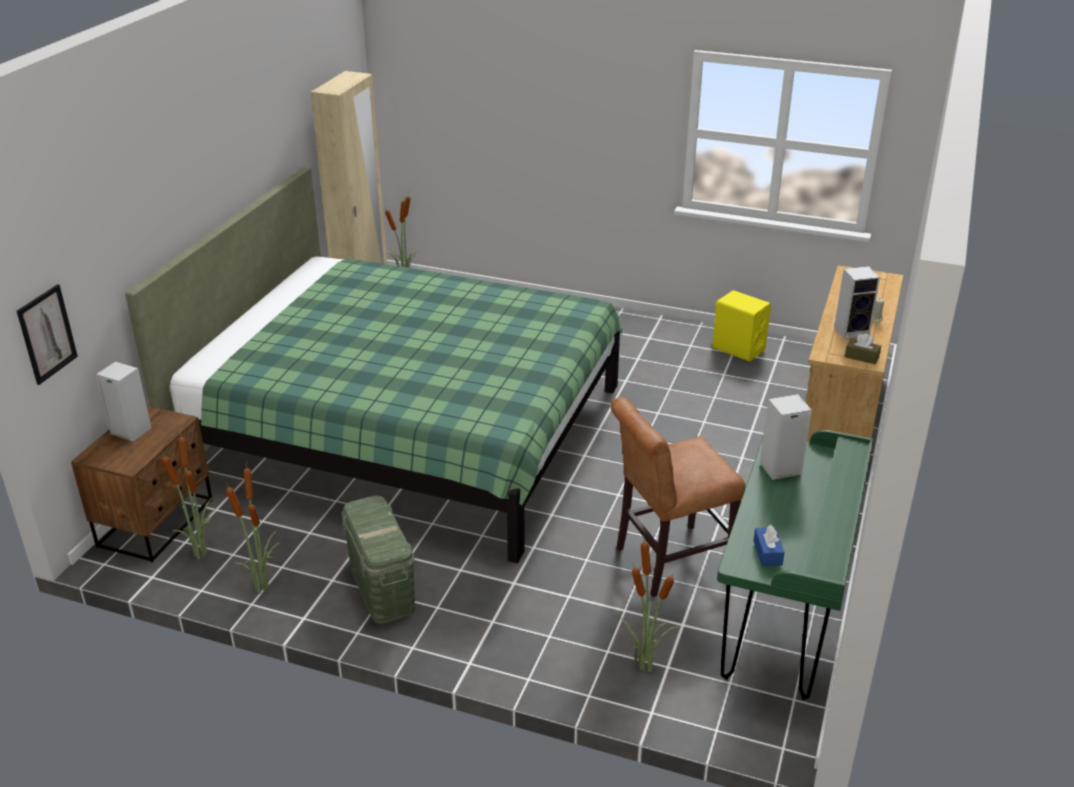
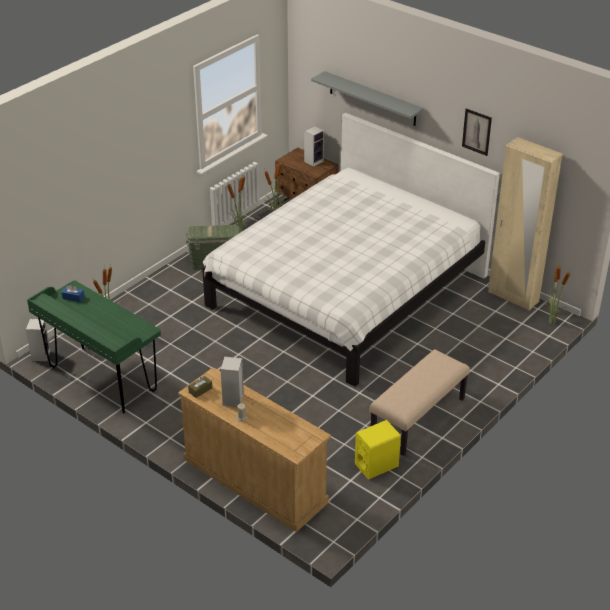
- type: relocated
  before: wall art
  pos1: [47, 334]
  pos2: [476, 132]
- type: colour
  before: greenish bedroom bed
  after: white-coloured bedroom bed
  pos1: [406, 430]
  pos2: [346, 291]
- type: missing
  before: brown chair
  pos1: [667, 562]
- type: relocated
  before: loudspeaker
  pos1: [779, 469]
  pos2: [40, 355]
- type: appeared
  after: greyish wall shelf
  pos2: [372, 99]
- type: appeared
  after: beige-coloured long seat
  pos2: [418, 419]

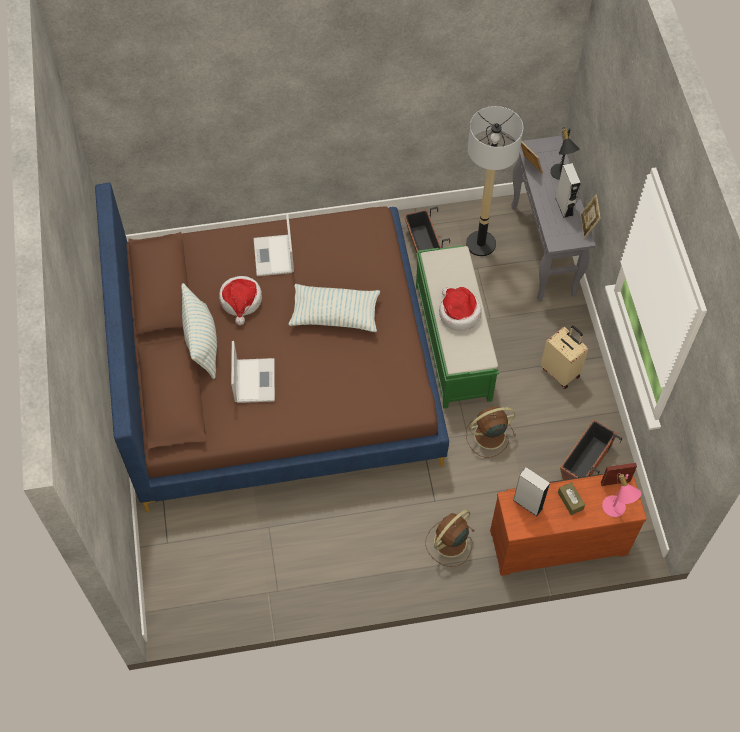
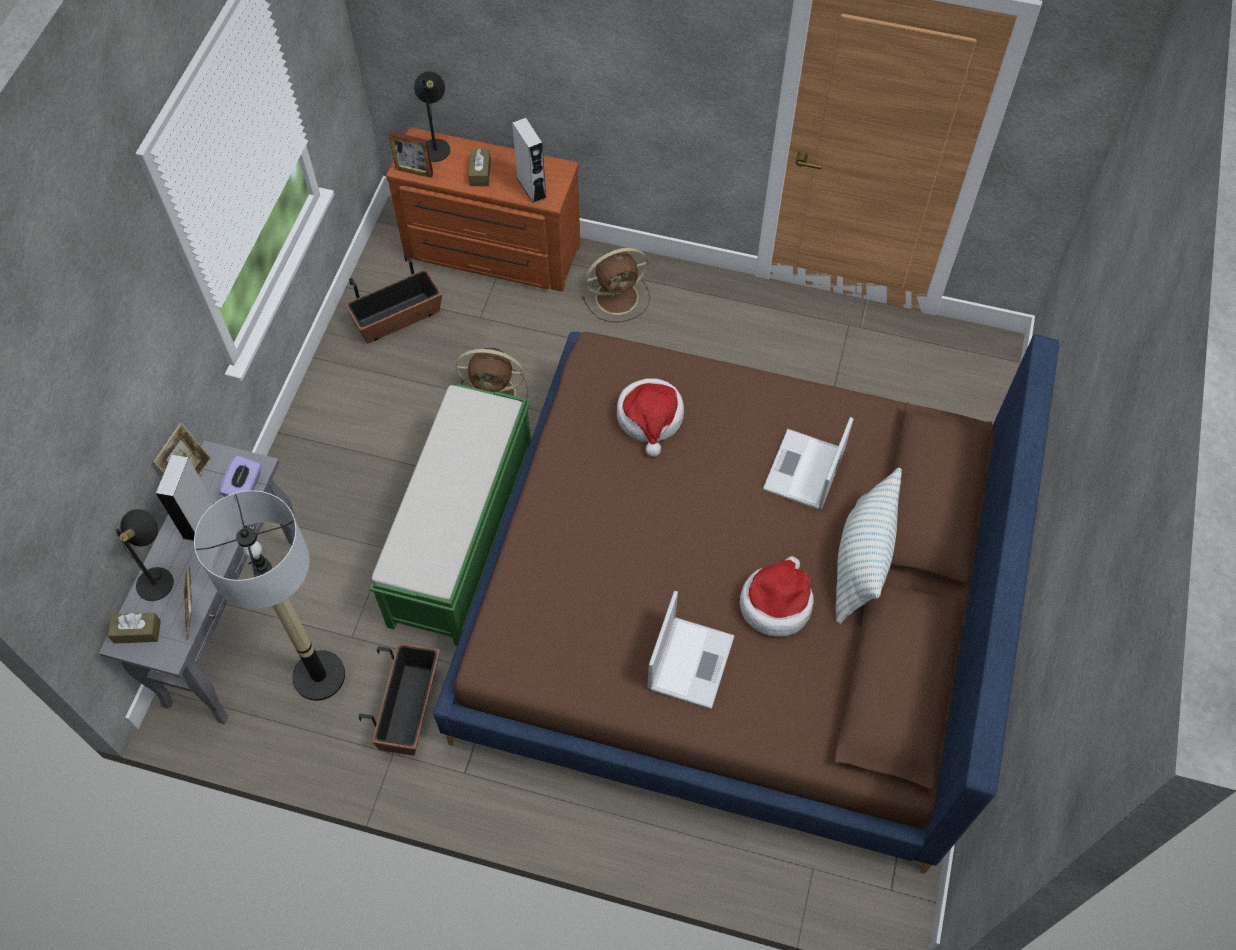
- type: missing
  before: throw pillow
  pos1: [335, 314]
- type: relocated
  before: wearable hat
  pos1: [458, 313]
  pos2: [650, 419]
- type: missing
  before: beige-coloured piece of luggage
  pos1: [561, 372]
- type: colour
  before: pink tabletop lamp
  after: black tabletop lamp
  pos1: [615, 510]
  pos2: [436, 145]
- type: appeared
  after: brown tissue box
  pos2: [137, 631]
- type: appeared
  after: purple tissue box
  pos2: [245, 487]

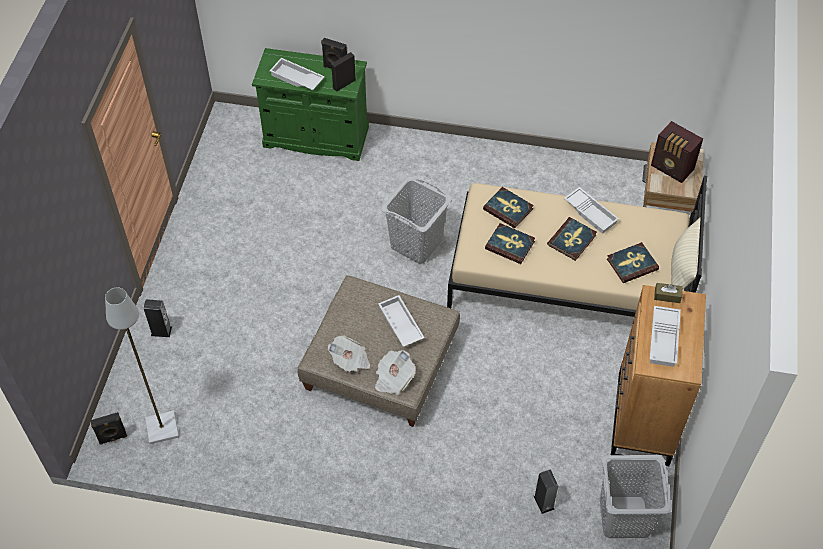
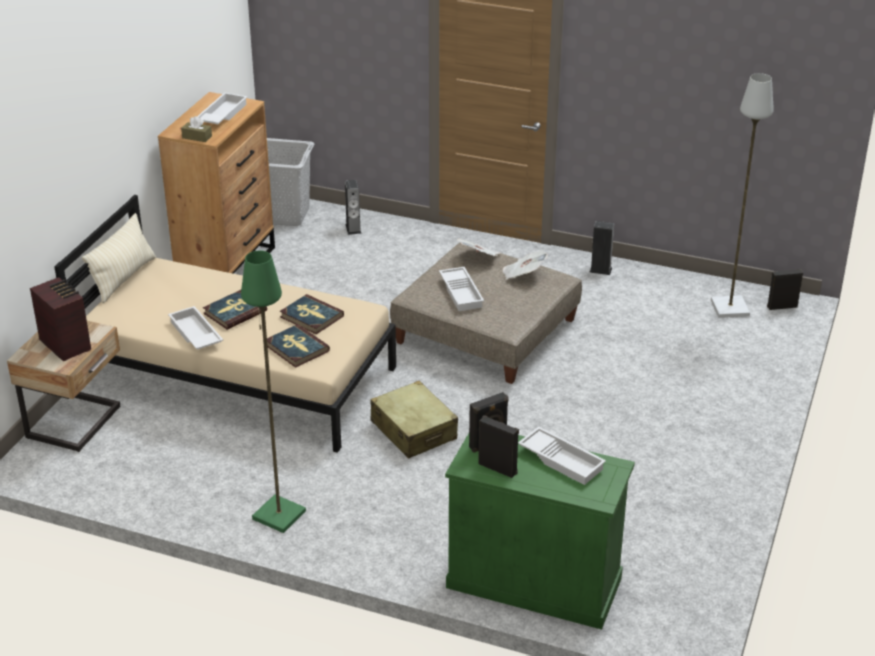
- type: relocated
  before: loudspeaker
  pos1: [161, 331]
  pos2: [600, 270]
- type: exchanged
  before: greyish hamper
  after: beige-coloured piece of luggage
  pos1: [416, 244]
  pos2: [413, 430]
- type: missing
  before: bound book
  pos1: [632, 264]
- type: appeared
  after: greenish floor lamp
  pos2: [278, 515]

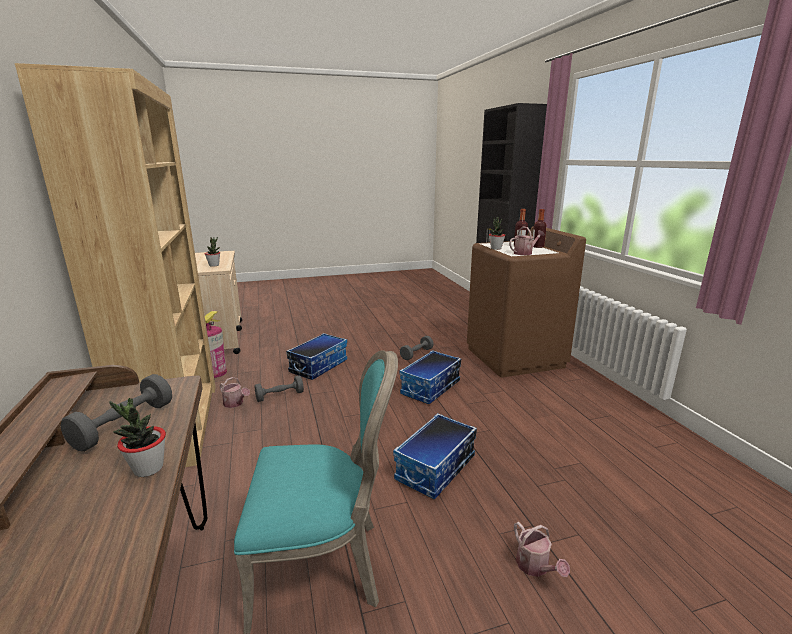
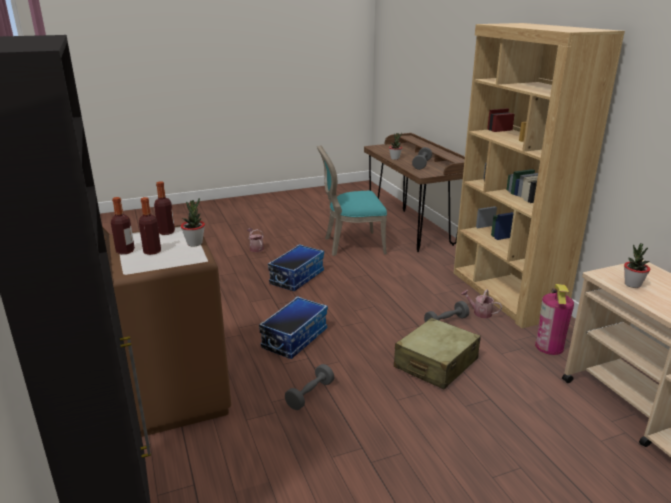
- type: exchanged
  before: storage bin
  after: beige-coloured piece of luggage
  pos1: [318, 366]
  pos2: [435, 364]
- type: exchanged
  before: watering can
  after: beverage bottle
  pos1: [525, 253]
  pos2: [166, 232]

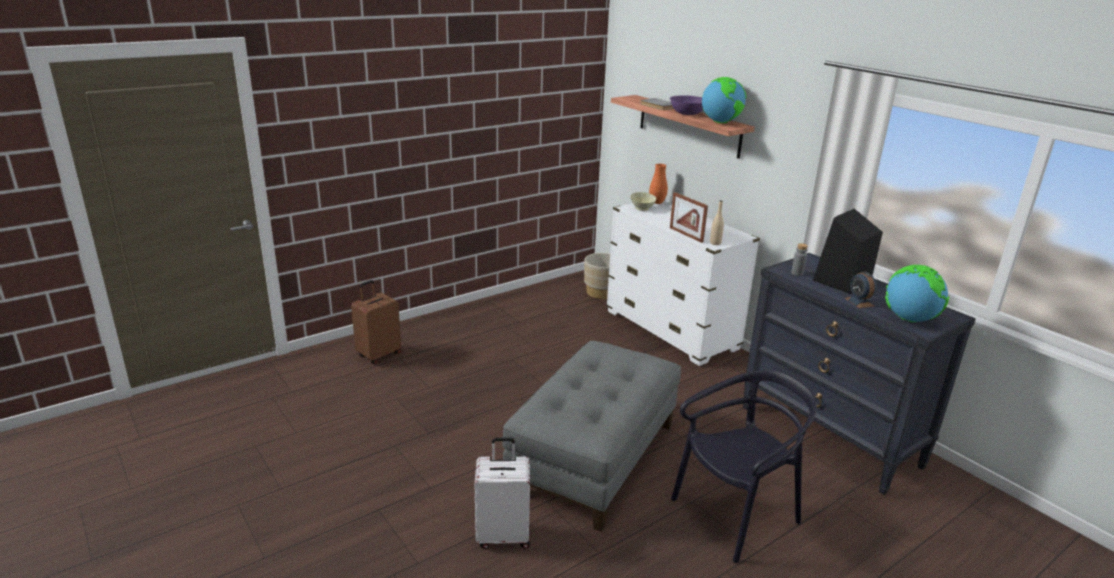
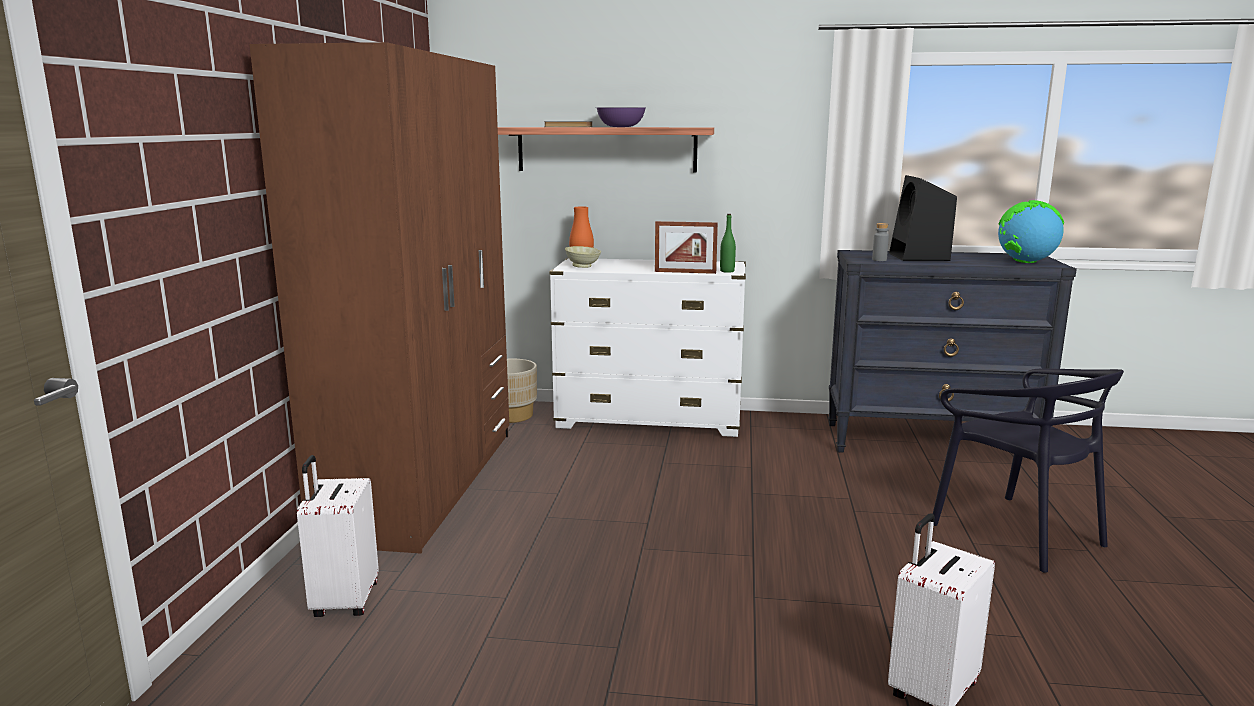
- type: colour
  before: brown piece of luggage
  after: white-coloured piece of luggage
  pos1: [378, 354]
  pos2: [344, 601]
- type: missing
  before: greyish ottoman
  pos1: [594, 458]
- type: spun
  before: black chair
  pos1: [736, 515]
  pos2: [1017, 532]
  turn: 135
- type: missing
  before: globe
  pos1: [720, 122]
- type: colour
  before: beige-coloured beverage bottle
  after: greenish beverage bottle
  pos1: [715, 243]
  pos2: [727, 271]
- type: missing
  before: bedside clock
  pos1: [859, 302]
- type: appeared
  after: brown armoire
  pos2: [423, 482]

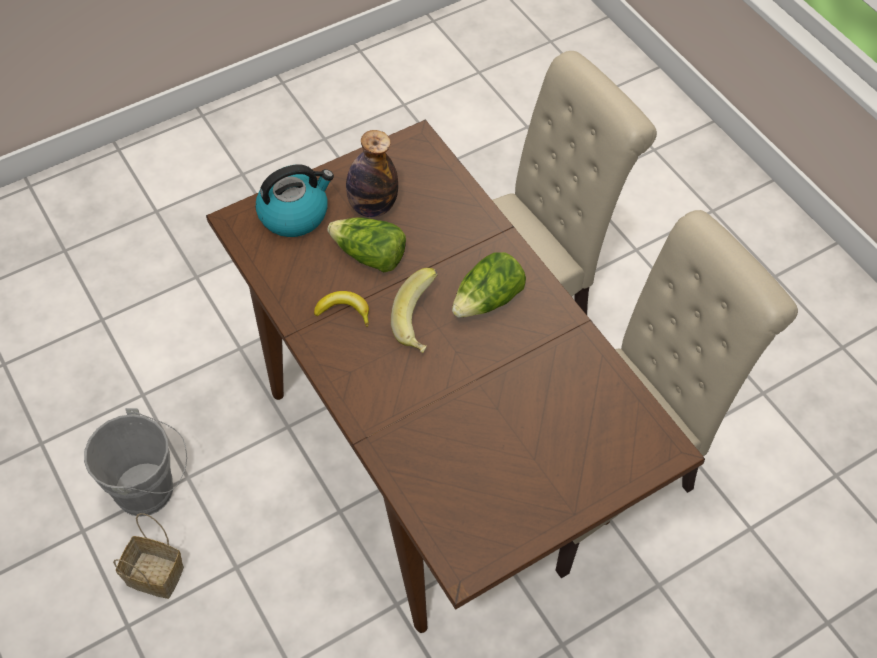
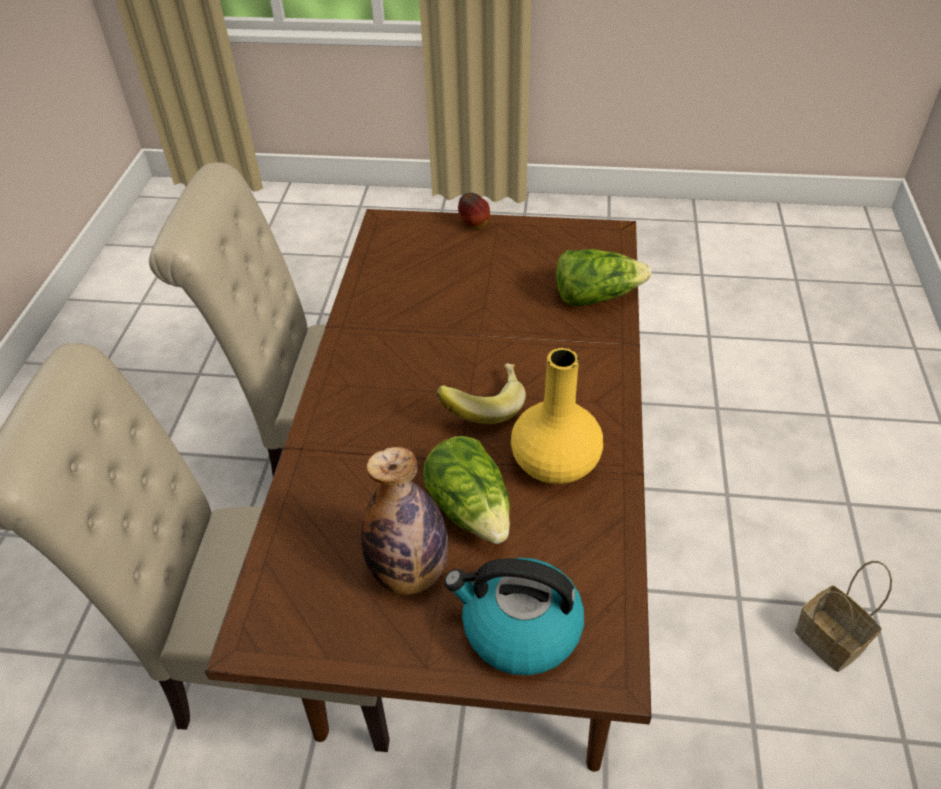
- type: missing
  before: greyish water bucket
  pos1: [151, 490]
- type: exchanged
  before: banana fruit
  after: yellow-coloured decorative vase
  pos1: [344, 311]
  pos2: [554, 463]
- type: relocated
  before: head of lettuce
  pos1: [488, 301]
  pos2: [596, 296]
- type: appeared
  after: apple
  pos2: [474, 225]

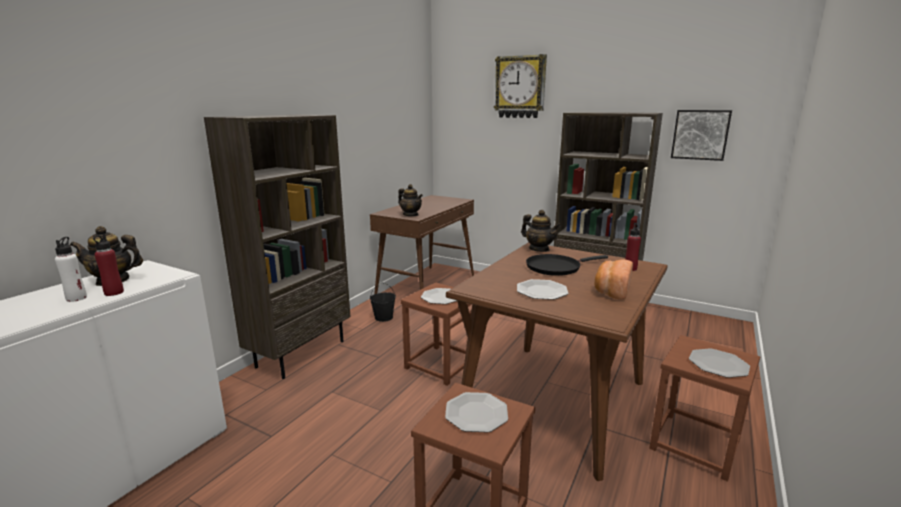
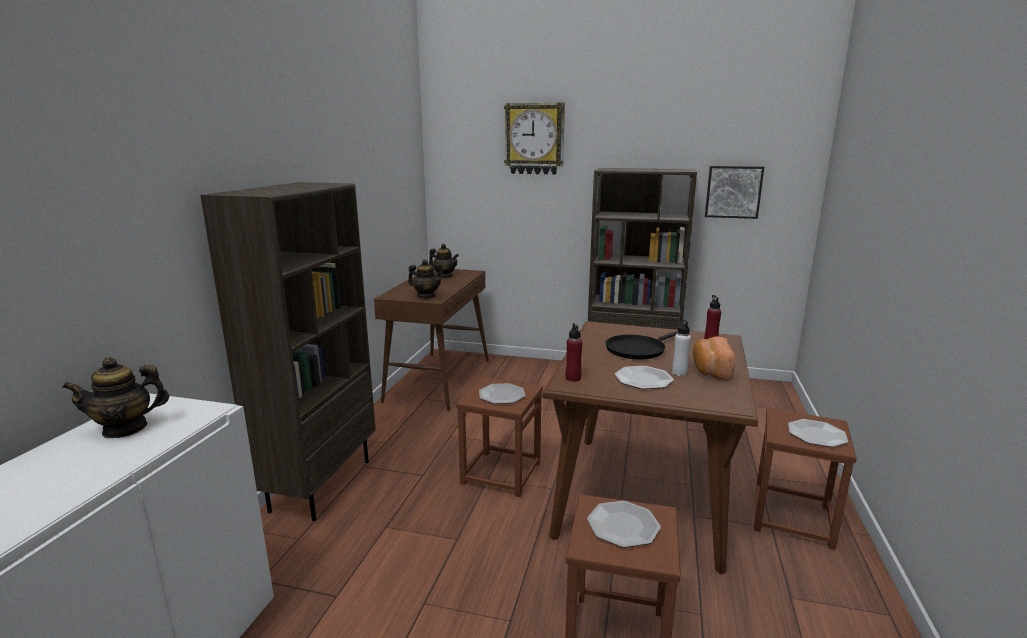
- type: relocated
  before: white-coloured beverage bottle
  pos1: [76, 298]
  pos2: [679, 373]
- type: relocated
  before: reddish beverage bottle
  pos1: [114, 292]
  pos2: [573, 378]
- type: missing
  before: black water bucket
  pos1: [384, 317]
- type: relocated
  before: pot for tea
  pos1: [539, 249]
  pos2: [444, 276]

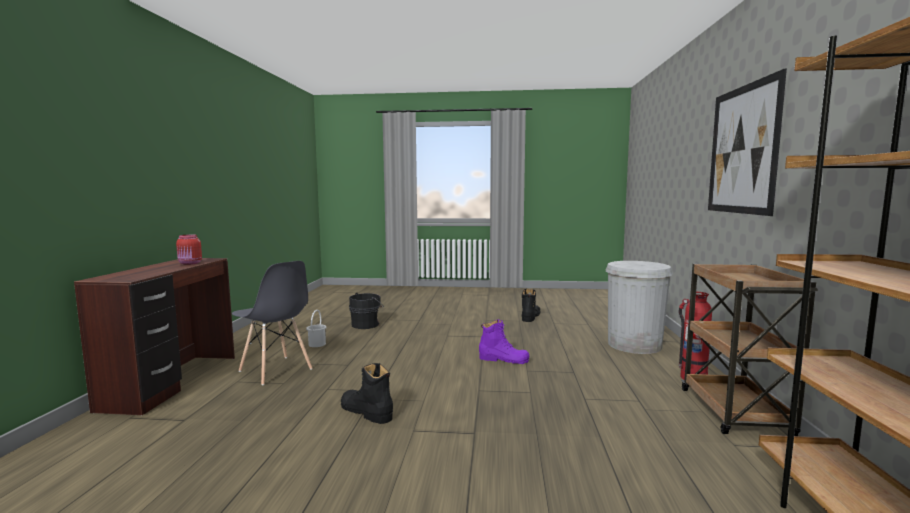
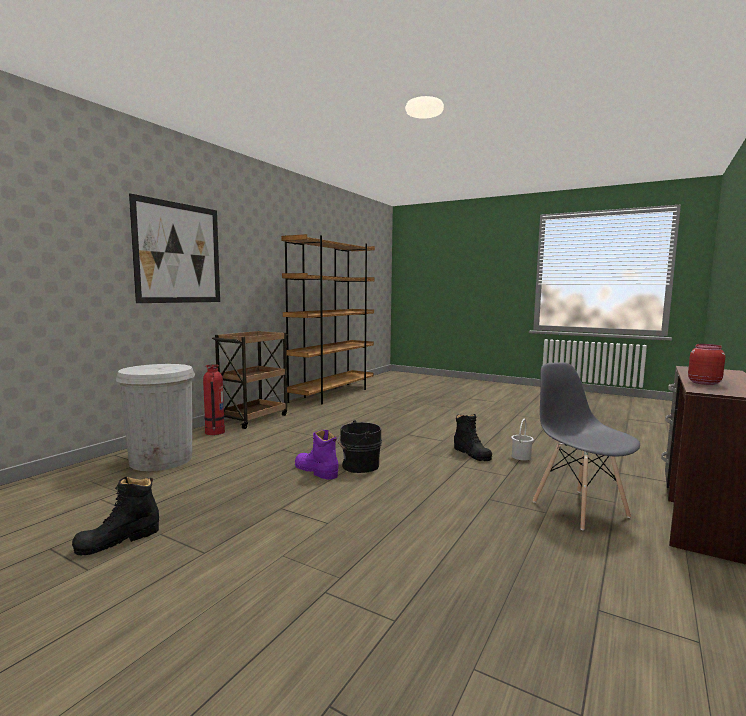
- type: relocated
  before: white-coloured water bucket
  pos1: [316, 344]
  pos2: [521, 457]
- type: relocated
  before: black water bucket
  pos1: [367, 324]
  pos2: [358, 466]

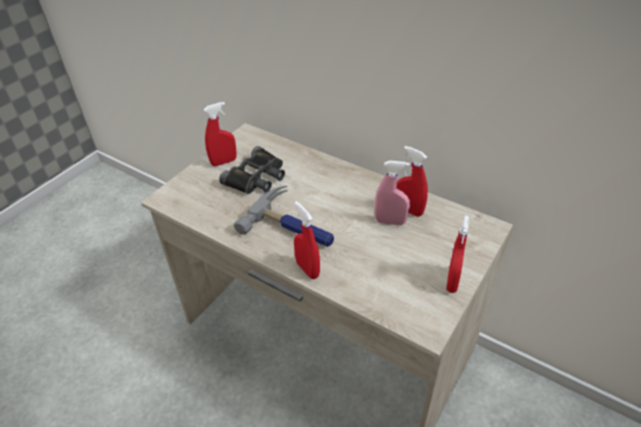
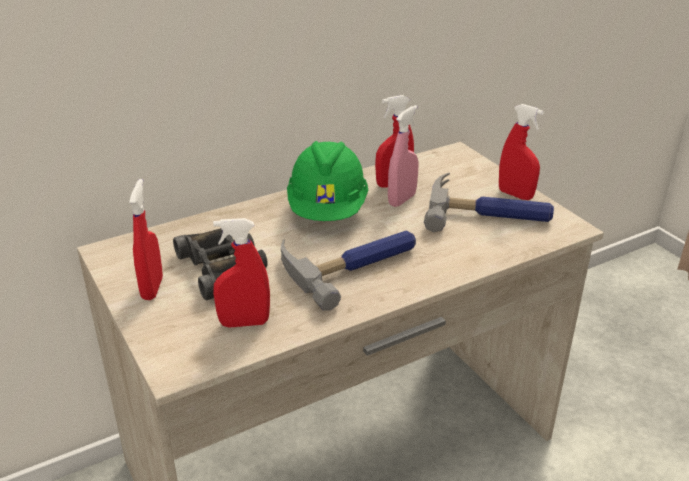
- type: relocated
  before: reddish sprayer
  pos1: [307, 269]
  pos2: [244, 323]
- type: appeared
  after: greenish work helmet
  pos2: [328, 210]
- type: appeared
  after: hand hammer
  pos2: [488, 212]

